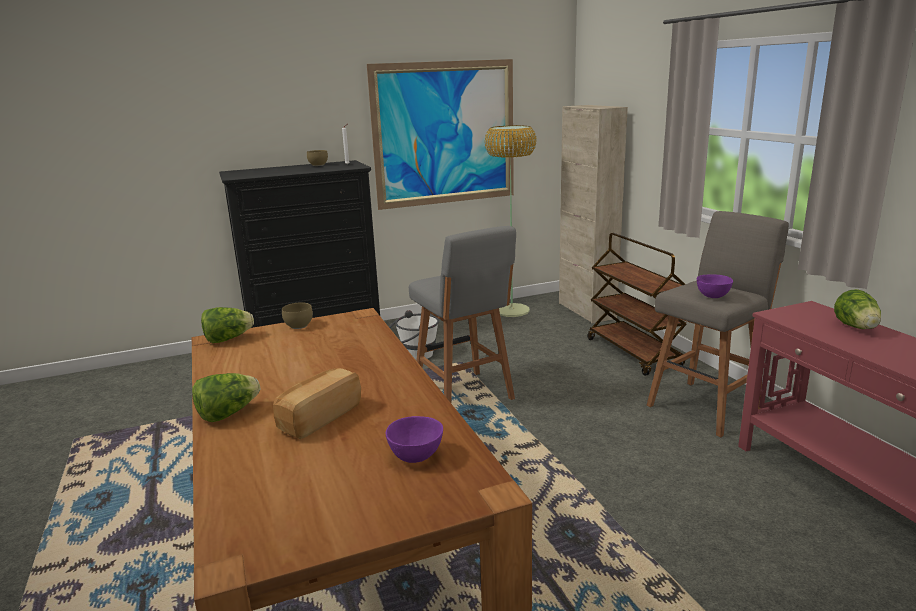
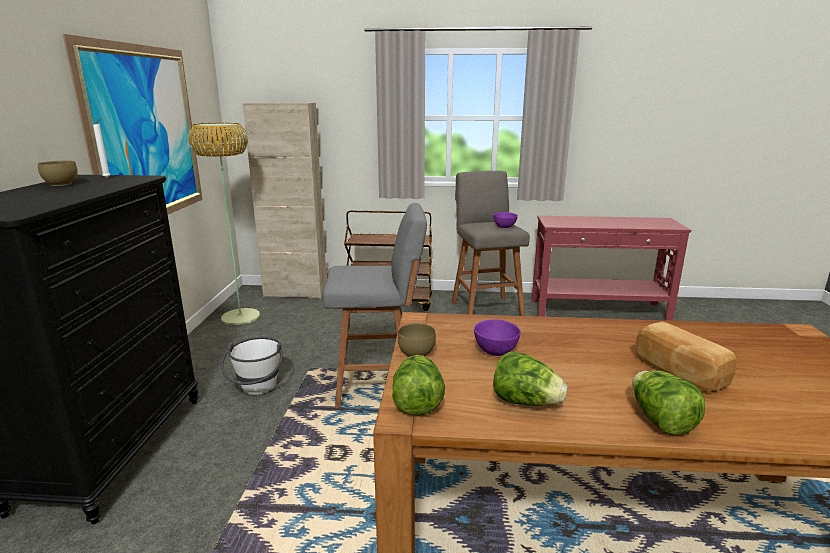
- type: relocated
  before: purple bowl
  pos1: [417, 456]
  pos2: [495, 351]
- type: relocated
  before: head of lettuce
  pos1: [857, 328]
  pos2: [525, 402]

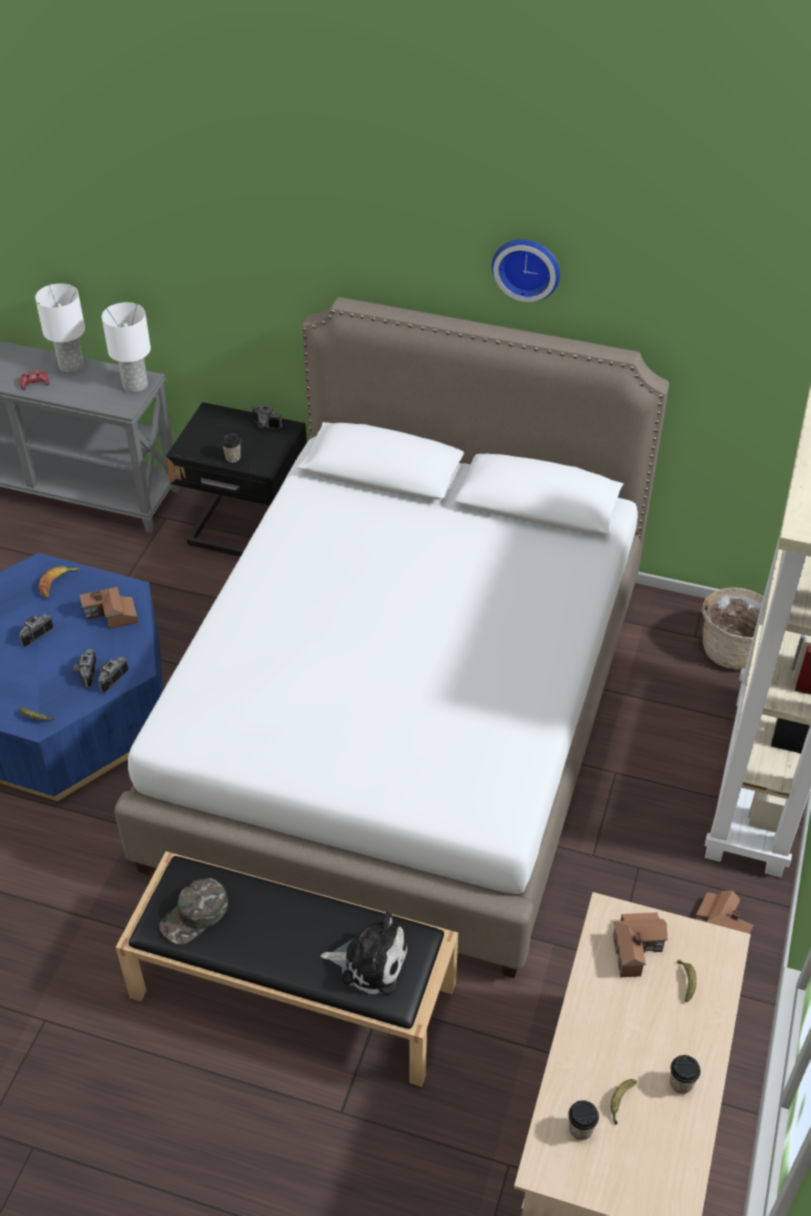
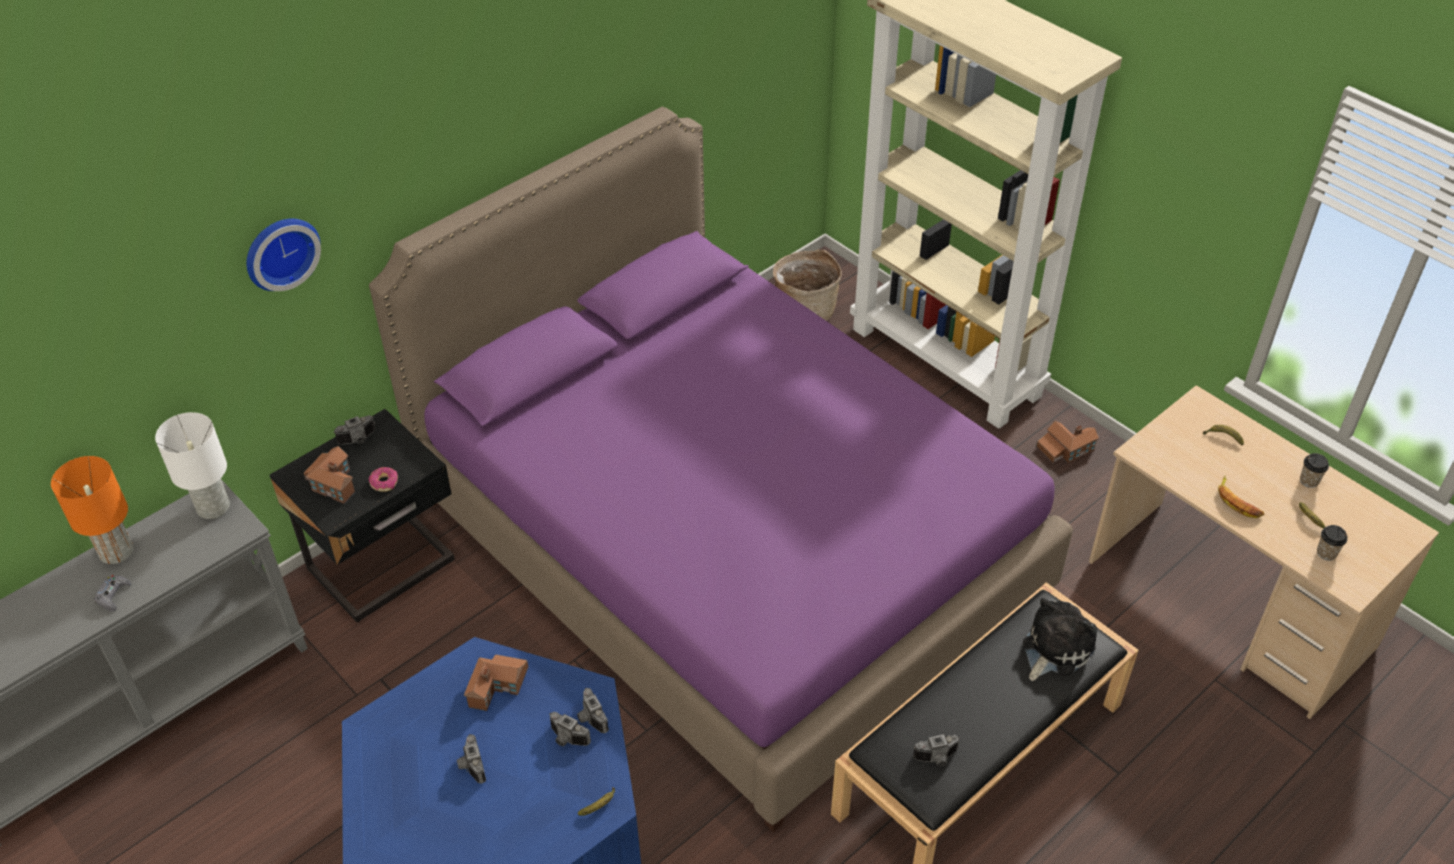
- type: colour
  before: reddish joypad
  after: greyish joypad
  pos1: [34, 383]
  pos2: [113, 596]
- type: colour
  before: white-coloured tabletop lamp
  after: orangey tabletop lamp
  pos1: [71, 365]
  pos2: [116, 551]
- type: relocated
  before: banana fruit
  pos1: [57, 583]
  pos2: [1238, 502]
- type: colour
  before: white-coloured bedroom bed
  after: purple bedroom bed
  pos1: [405, 718]
  pos2: [727, 548]
- type: exchanged
  before: greenish baseball cap
  after: still camera
  pos1: [195, 916]
  pos2: [937, 759]
- type: exchanged
  before: cup
  after: ring doughnut
  pos1: [233, 457]
  pos2: [384, 482]
- type: relocated
  before: clock on the wall
  pos1: [527, 267]
  pos2: [280, 251]
- type: relocated
  before: model house
  pos1: [637, 947]
  pos2: [333, 482]

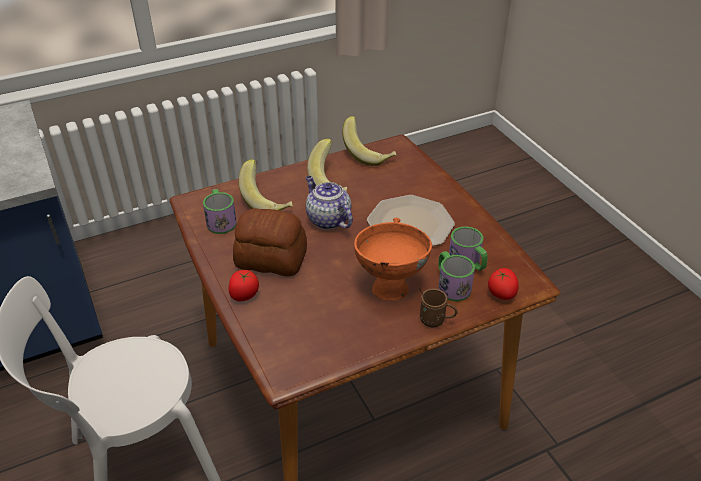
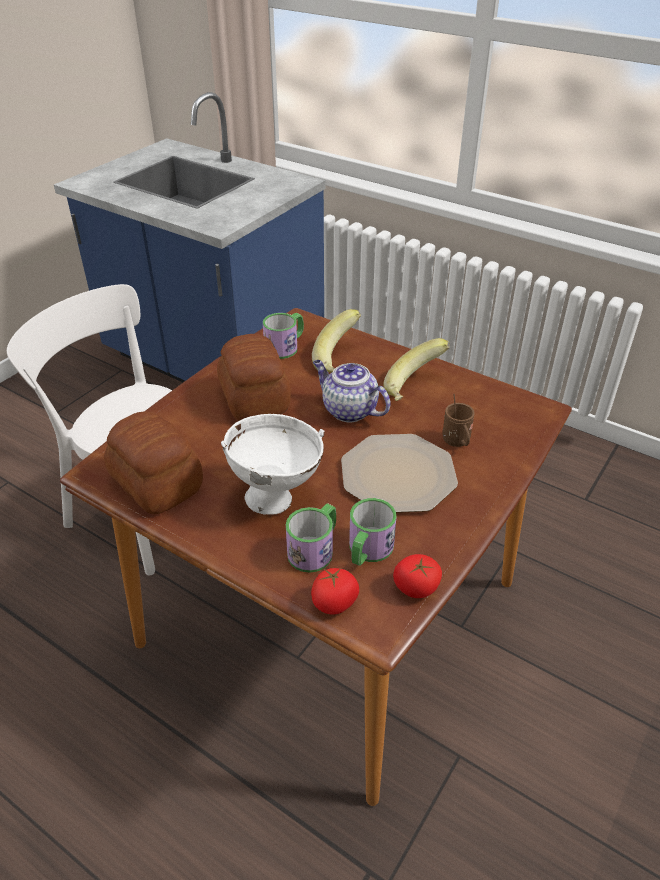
- type: relocated
  before: fresh tomato
  pos1: [244, 295]
  pos2: [415, 588]
- type: spun
  before: pot for tea
  pos1: [327, 219]
  pos2: [348, 410]
  turn: -75
- type: missing
  before: banana fruit
  pos1: [369, 154]
- type: colour
  before: orangey bowl
  after: white-coloured bowl
  pos1: [390, 284]
  pos2: [279, 497]
- type: relocated
  before: brown tea mug
  pos1: [436, 321]
  pos2: [457, 443]
- type: appeared
  after: bakery bread
  pos2: [156, 483]

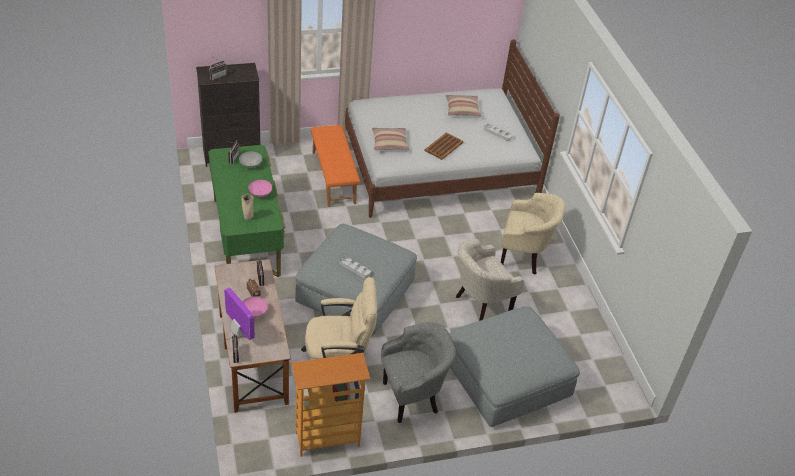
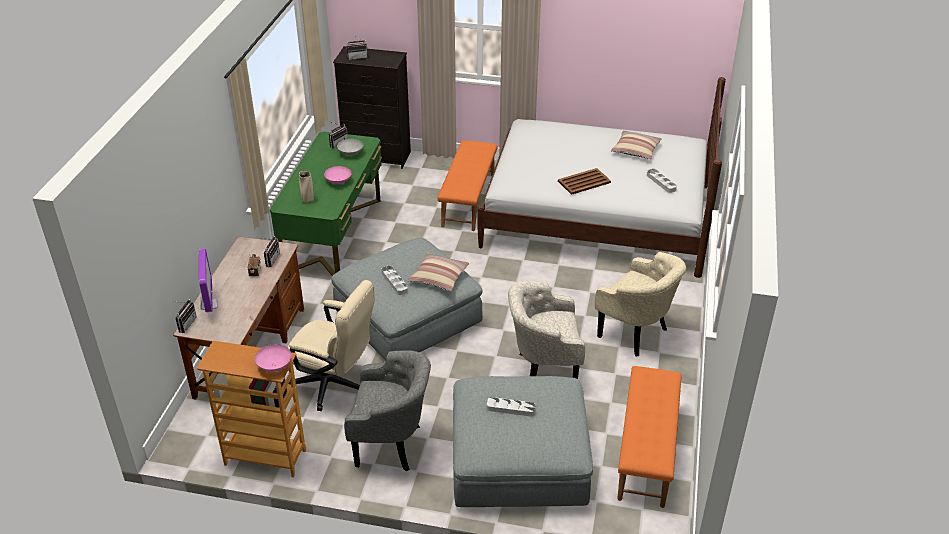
- type: relocated
  before: pink bowl
  pos1: [254, 313]
  pos2: [274, 367]
- type: relocated
  before: throw pillow
  pos1: [389, 143]
  pos2: [438, 277]
- type: appeared
  after: greyish tray
  pos2: [511, 409]
- type: appeared
  after: orangey long seat
  pos2: [647, 451]

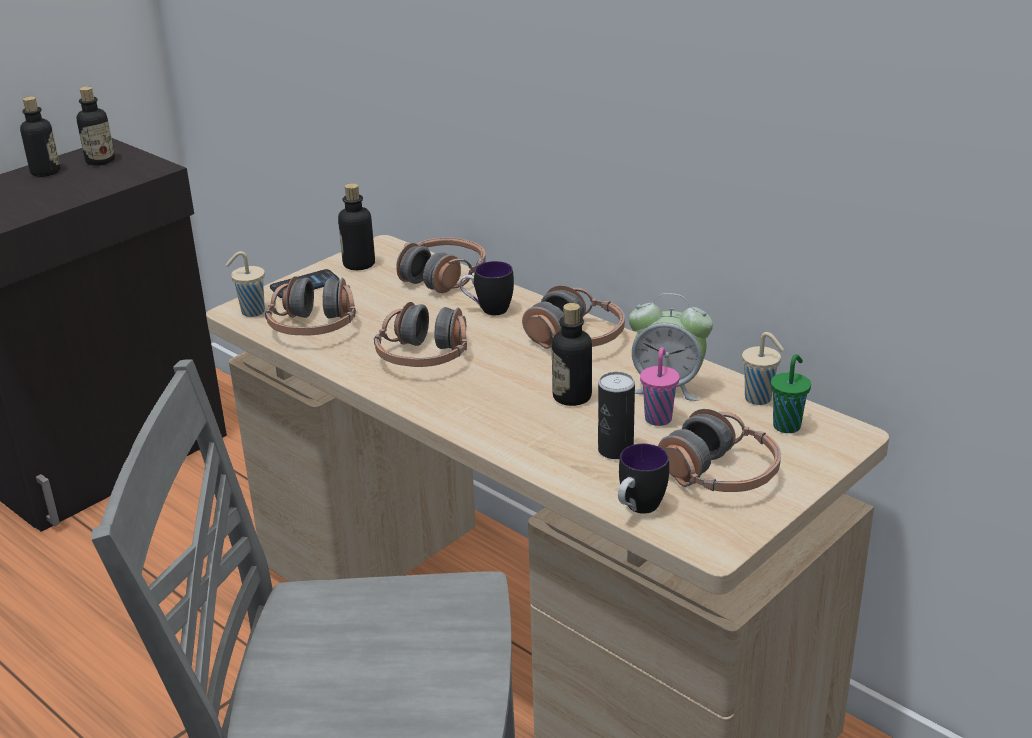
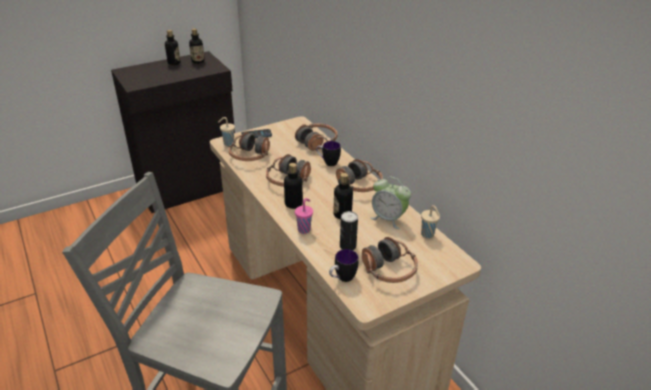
- type: relocated
  before: beverage bottle
  pos1: [359, 264]
  pos2: [293, 204]
- type: relocated
  before: pink cup
  pos1: [658, 418]
  pos2: [304, 229]
- type: missing
  before: greenish cup
  pos1: [787, 425]

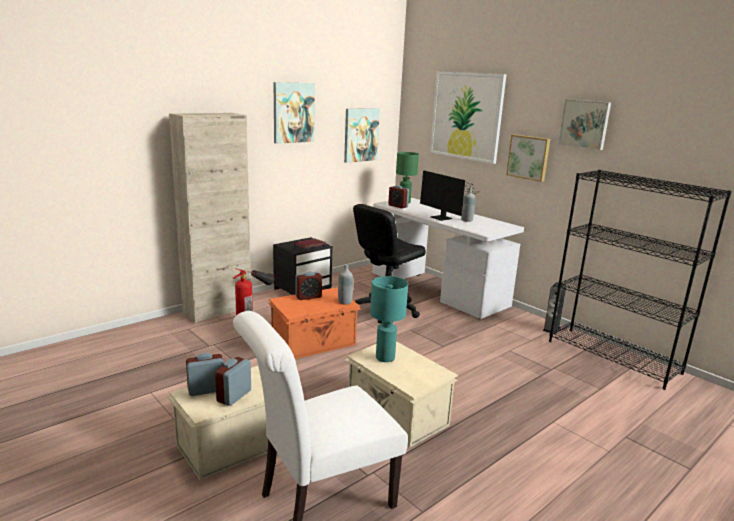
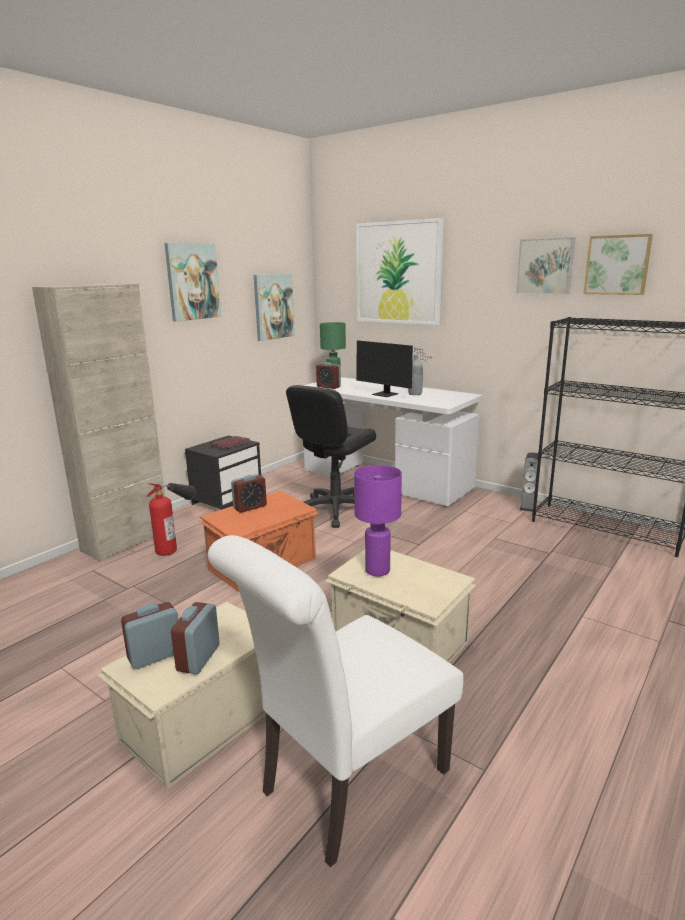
- type: missing
  before: greyish beverage bottle
  pos1: [345, 302]
- type: colour
  before: blue-green tabletop lamp
  after: purple tabletop lamp
  pos1: [385, 357]
  pos2: [377, 570]
- type: relocated
  before: wall art
  pos1: [528, 157]
  pos2: [617, 265]

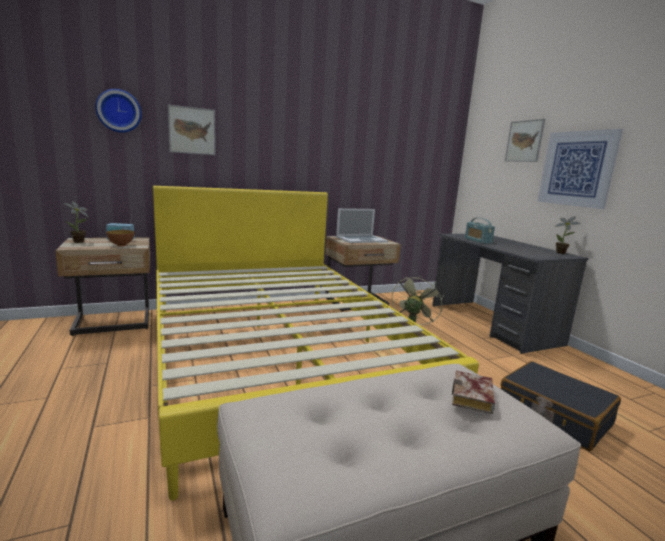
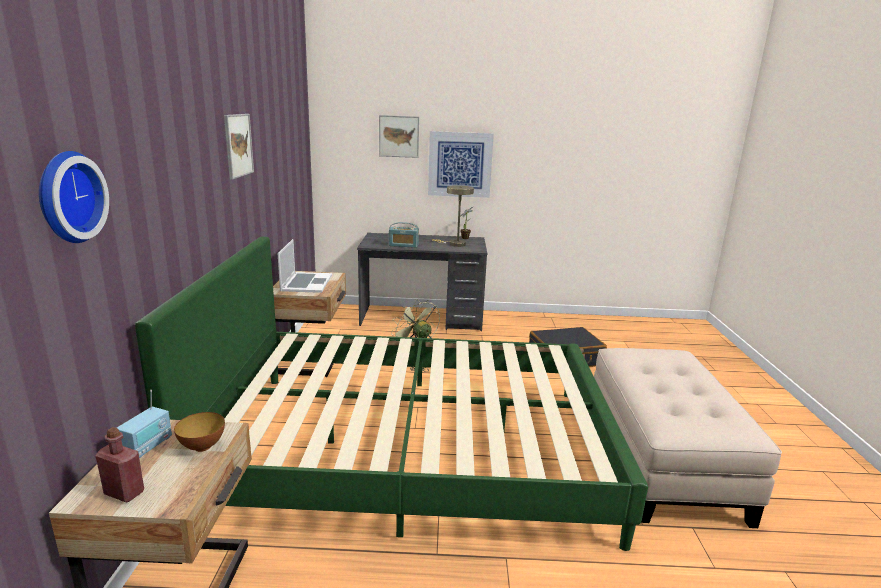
- type: exchanged
  before: houseplant
  after: reddish beverage bottle
  pos1: [80, 242]
  pos2: [124, 493]
- type: colour
  before: yellow-coloured bedroom bed
  after: greenish bedroom bed
  pos1: [276, 355]
  pos2: [411, 447]
- type: relocated
  before: wall art
  pos1: [192, 130]
  pos2: [238, 145]
- type: missing
  before: bound book
  pos1: [474, 398]
- type: appeared
  after: beige-coloured tabletop lamp
  pos2: [454, 244]

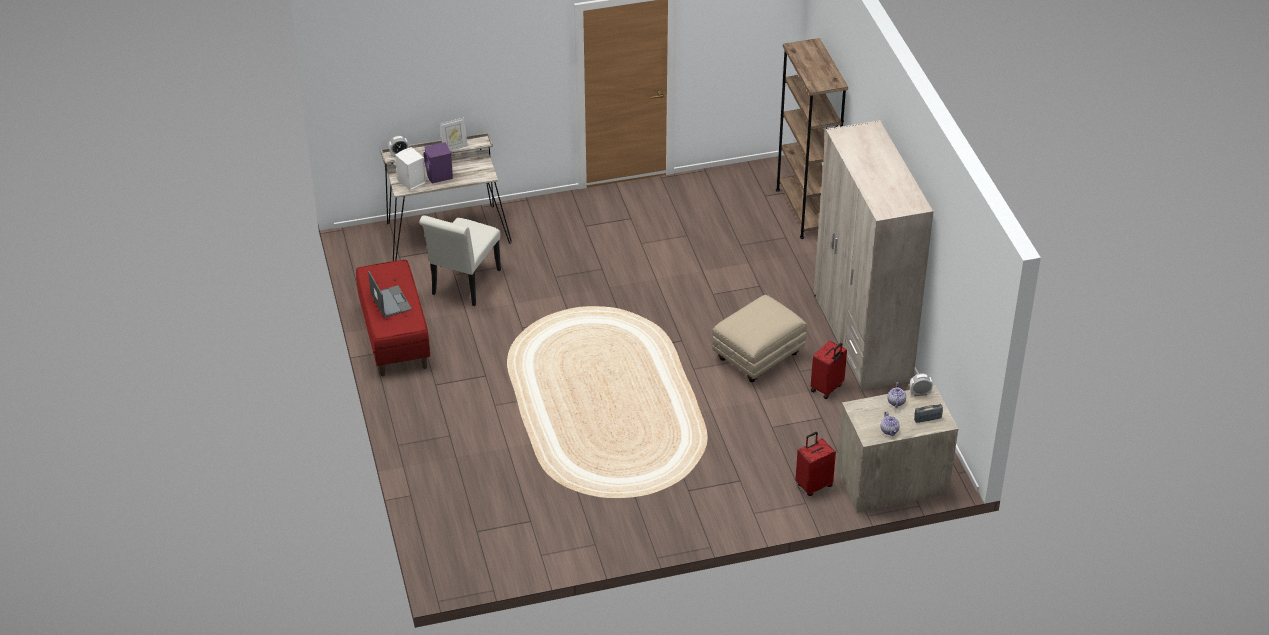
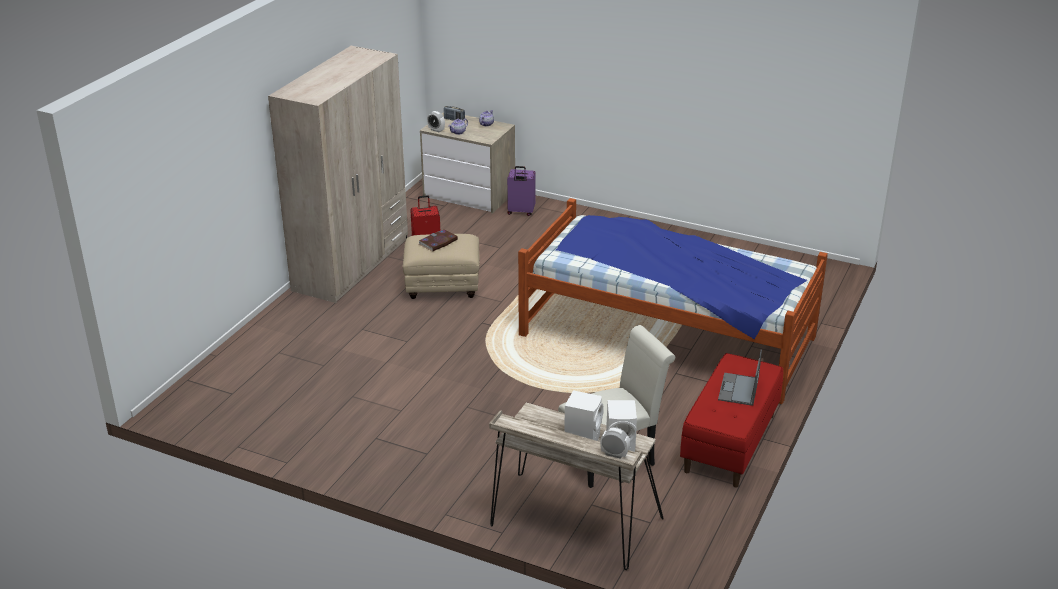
- type: colour
  before: purple loudspeaker
  after: white-coloured loudspeaker
  pos1: [439, 176]
  pos2: [583, 435]
- type: missing
  before: photo frame
  pos1: [454, 147]
- type: missing
  before: brown shelving unit
  pos1: [805, 211]
- type: colour
  before: reddish piece of luggage
  after: purple piece of luggage
  pos1: [813, 485]
  pos2: [521, 212]
- type: appeared
  after: bound book
  pos2: [438, 242]
- type: appeared
  after: bedroom bed
  pos2: [667, 335]

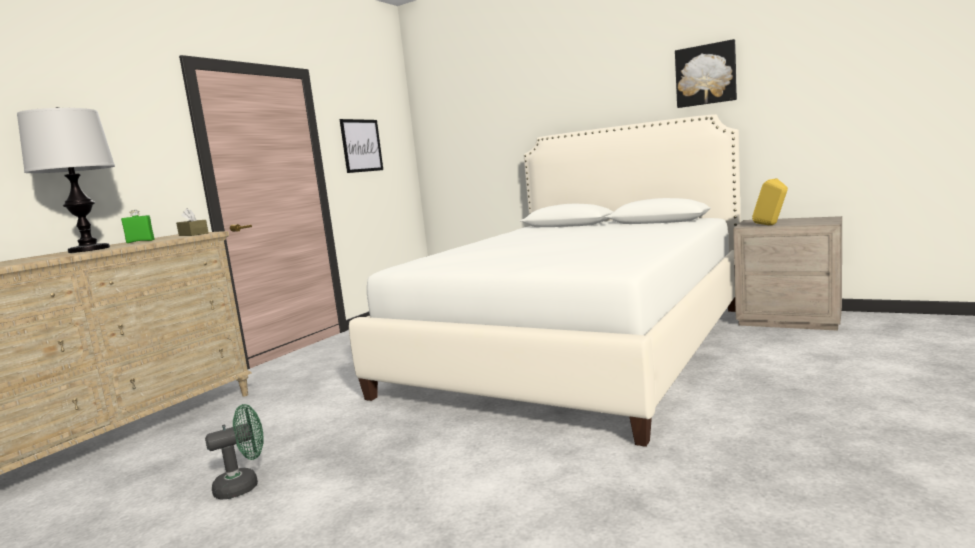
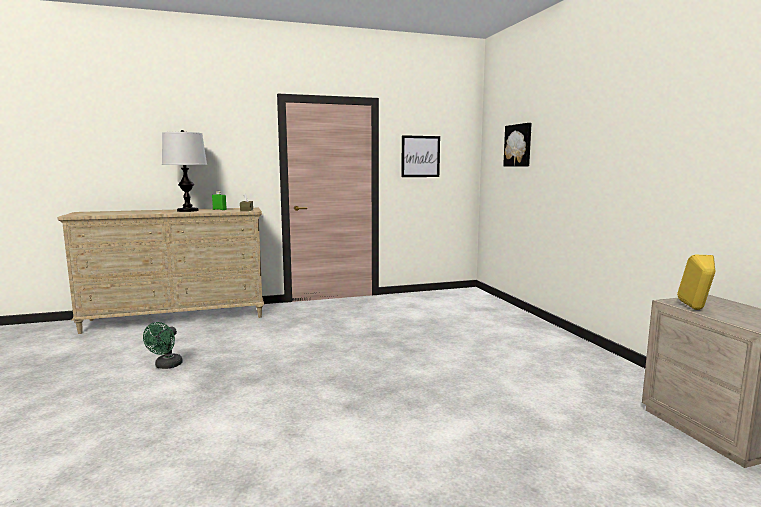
- type: spun
  before: greenish cooling fan
  pos1: [244, 485]
  pos2: [166, 366]
  turn: 90
- type: missing
  before: white-coloured bedroom bed
  pos1: [577, 348]
- type: relocated
  before: wall art
  pos1: [706, 75]
  pos2: [518, 145]

